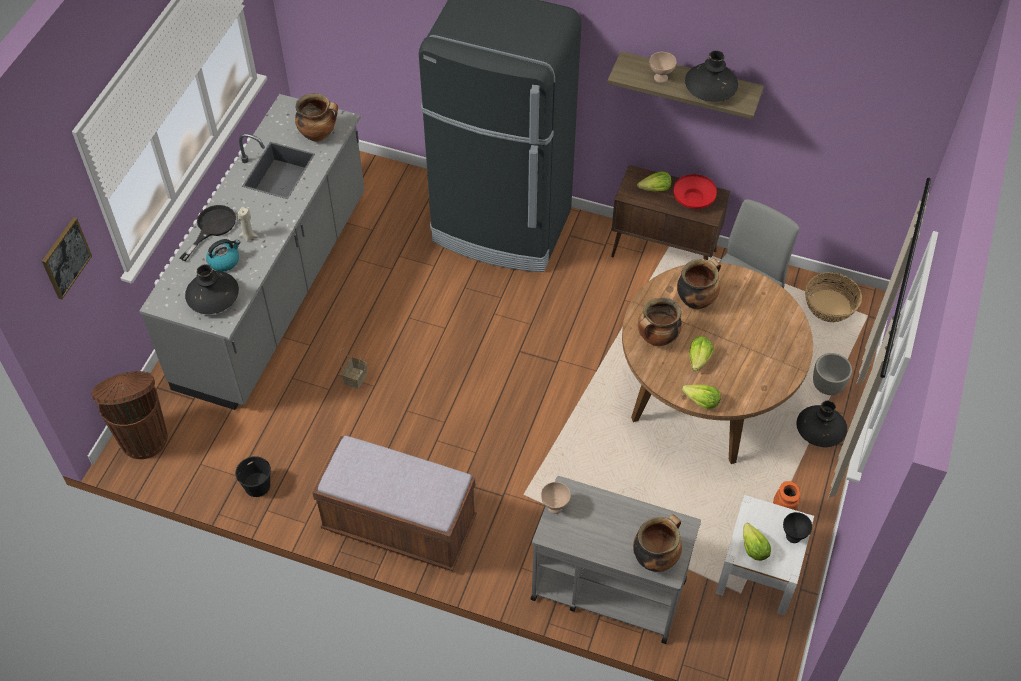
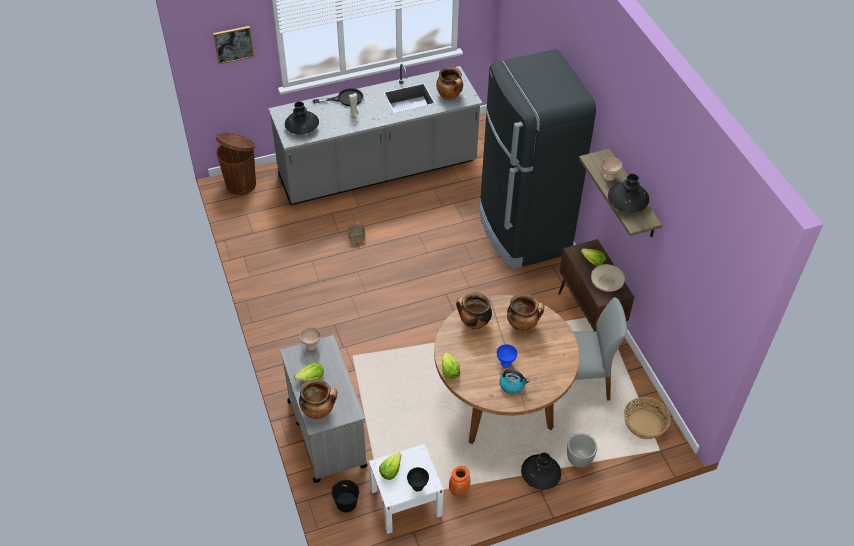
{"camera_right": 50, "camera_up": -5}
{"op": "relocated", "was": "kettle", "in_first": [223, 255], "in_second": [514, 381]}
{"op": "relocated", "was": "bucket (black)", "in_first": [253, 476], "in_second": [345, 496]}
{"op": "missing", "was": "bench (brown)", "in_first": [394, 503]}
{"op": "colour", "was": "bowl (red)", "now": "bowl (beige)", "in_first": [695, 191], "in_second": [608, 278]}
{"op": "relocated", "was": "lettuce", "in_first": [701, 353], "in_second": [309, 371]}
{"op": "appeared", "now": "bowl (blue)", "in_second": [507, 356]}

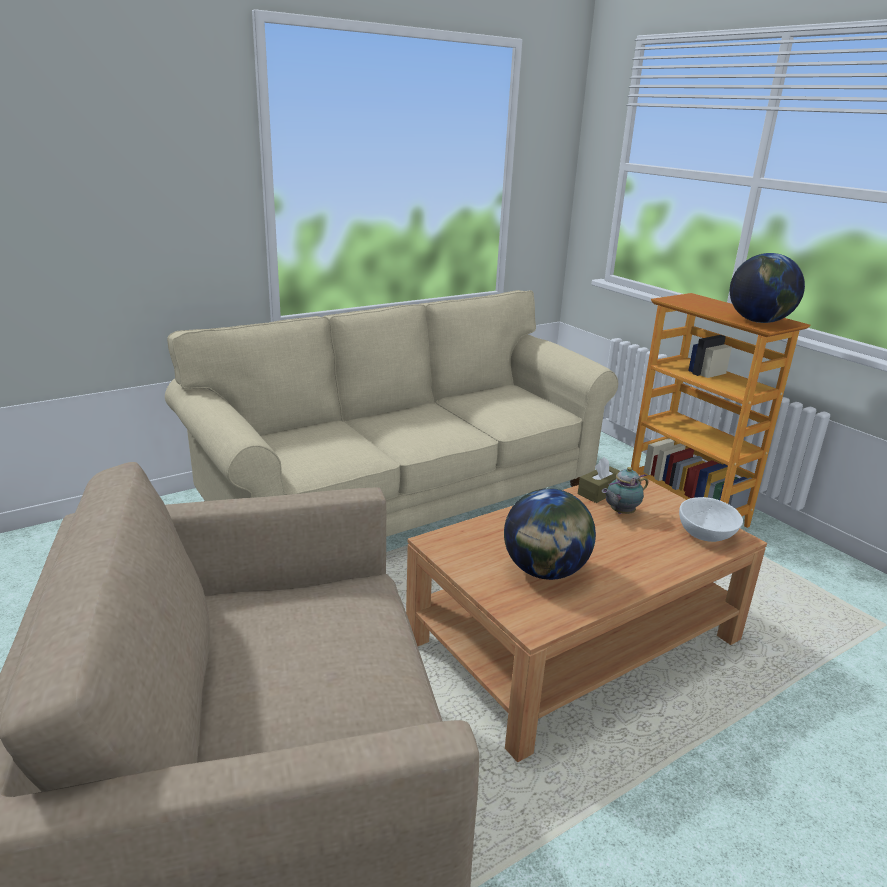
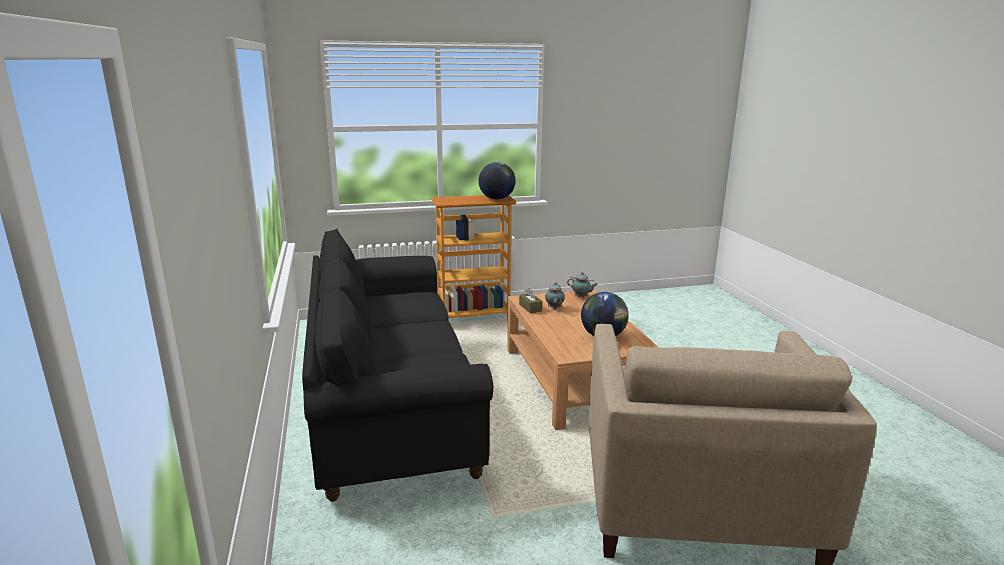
{"camera_right": -70, "camera_up": -5}
{"op": "colour", "was": "sofa (beige)", "now": "sofa (black)", "in_first": [391, 413], "in_second": [397, 365]}
{"op": "exchanged", "was": "bowl (white)", "now": "teapot", "in_first": [711, 519], "in_second": [582, 285]}

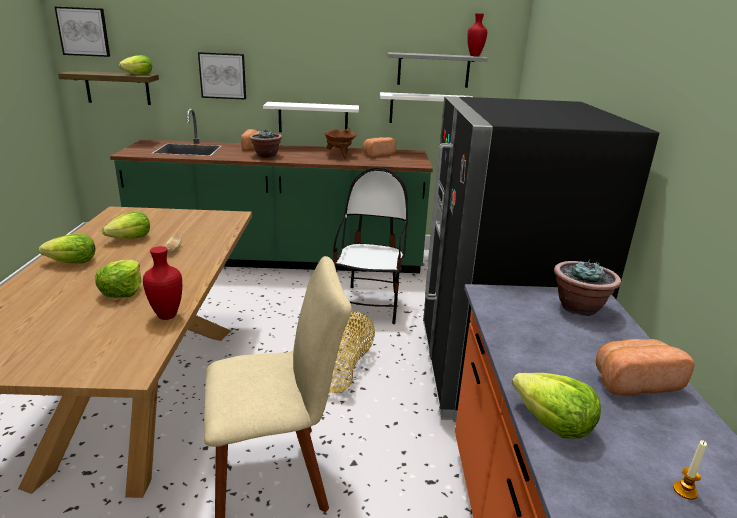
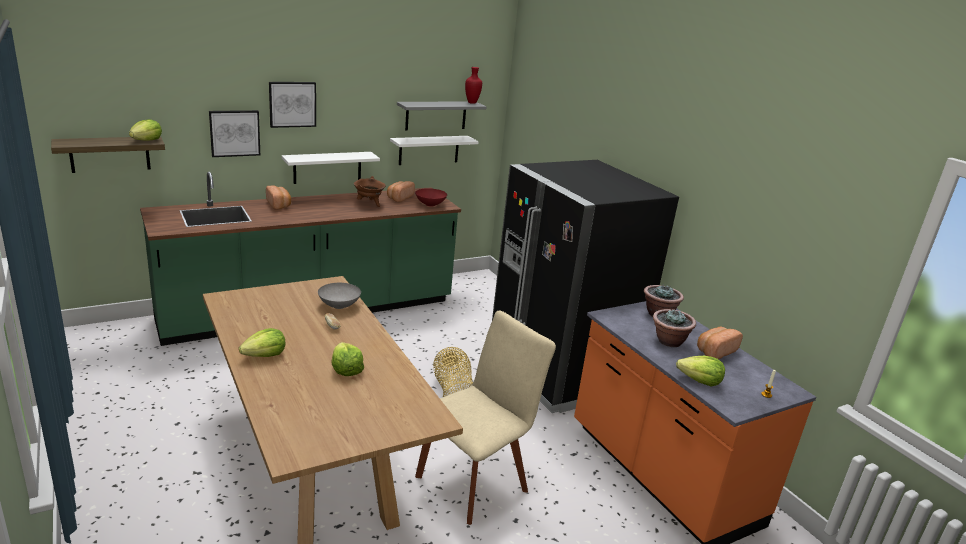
{"camera_right": -30, "camera_up": 0}
{"op": "relocated", "was": "picture", "in_first": [82, 32], "in_second": [292, 105]}
{"op": "missing", "was": "lettuce", "in_first": [126, 225]}
{"op": "missing", "was": "vase (red)", "in_first": [162, 283]}
{"op": "relocated", "was": "potted plant", "in_first": [265, 143], "in_second": [674, 328]}
{"op": "missing", "was": "chair", "in_first": [370, 245]}
{"op": "appeared", "now": "bowl (grey)", "in_second": [339, 296]}
{"op": "appeared", "now": "bowl (red)", "in_second": [431, 197]}

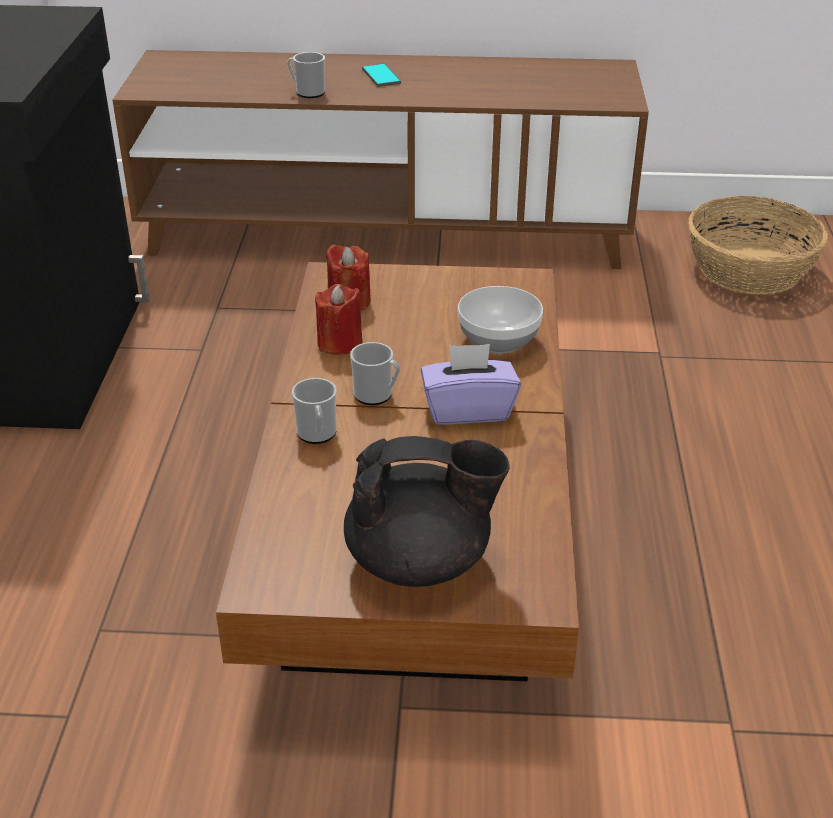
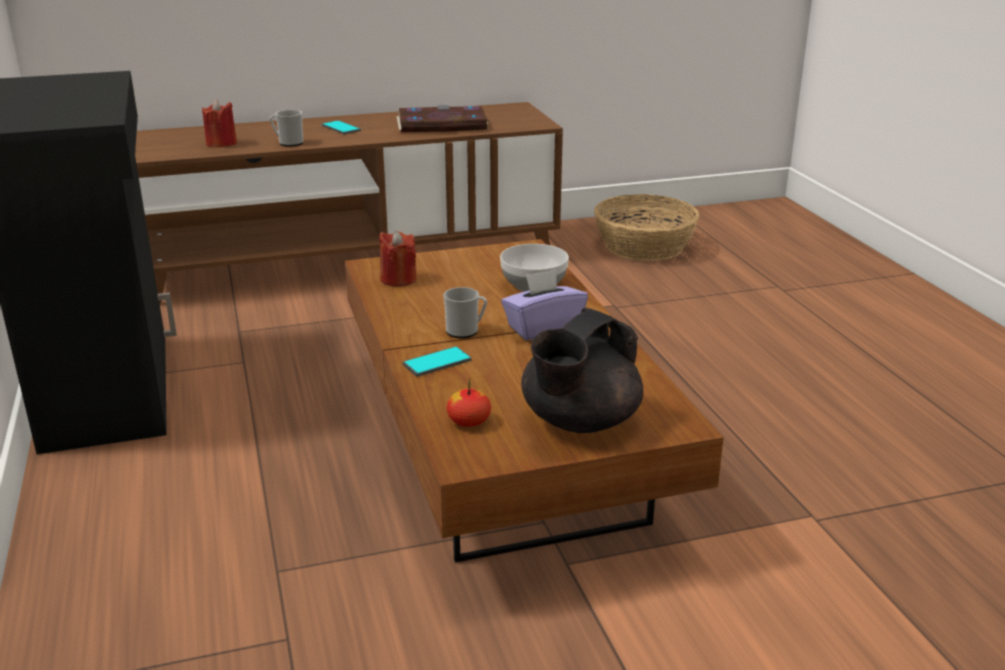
{"camera_right": -20, "camera_up": -10}
{"op": "exchanged", "was": "mug", "now": "phone", "in_first": [314, 411], "in_second": [436, 361]}
{"op": "relocated", "was": "candle (red)", "in_first": [338, 319], "in_second": [219, 123]}
{"op": "spun", "was": "teapot (black)", "in_first": [427, 511], "in_second": [582, 370], "clockwise": 150}
{"op": "appeared", "now": "book", "in_second": [442, 118]}
{"op": "appeared", "now": "apple", "in_second": [469, 402]}

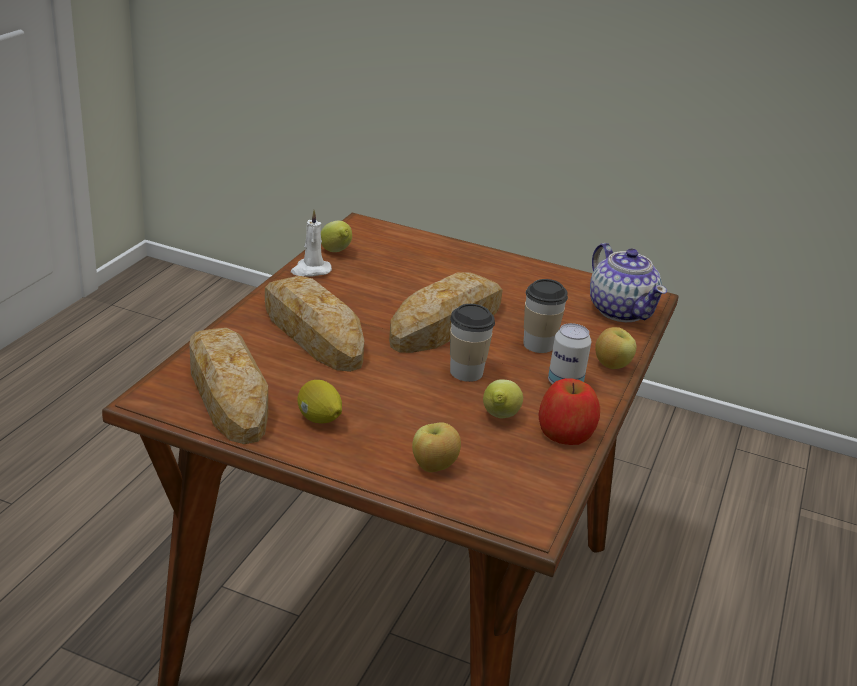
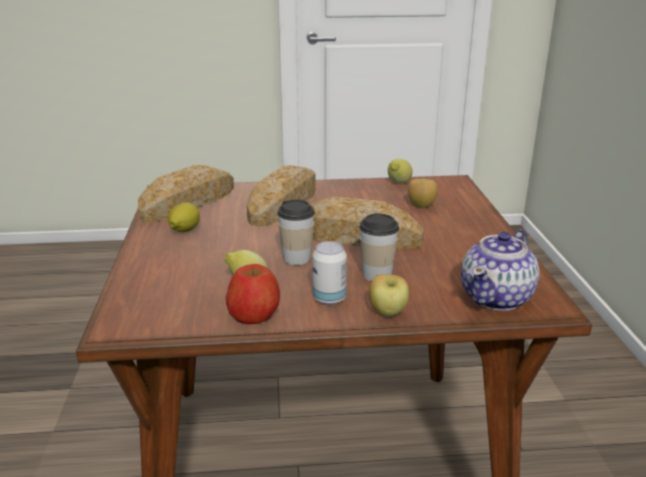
{"camera_right": 65, "camera_up": -5}
{"op": "missing", "was": "candle (white)", "in_first": [311, 243]}
{"op": "relocated", "was": "apple", "in_first": [436, 447], "in_second": [423, 193]}

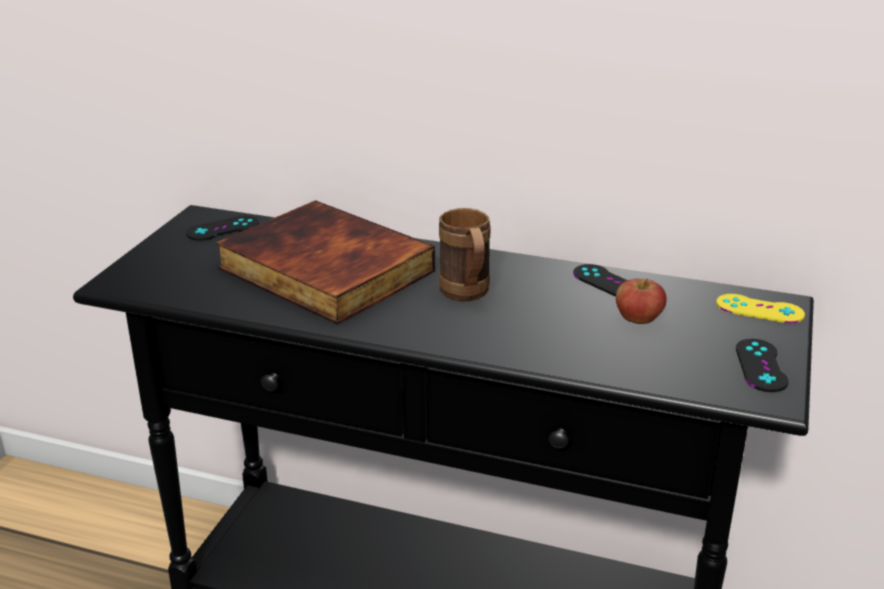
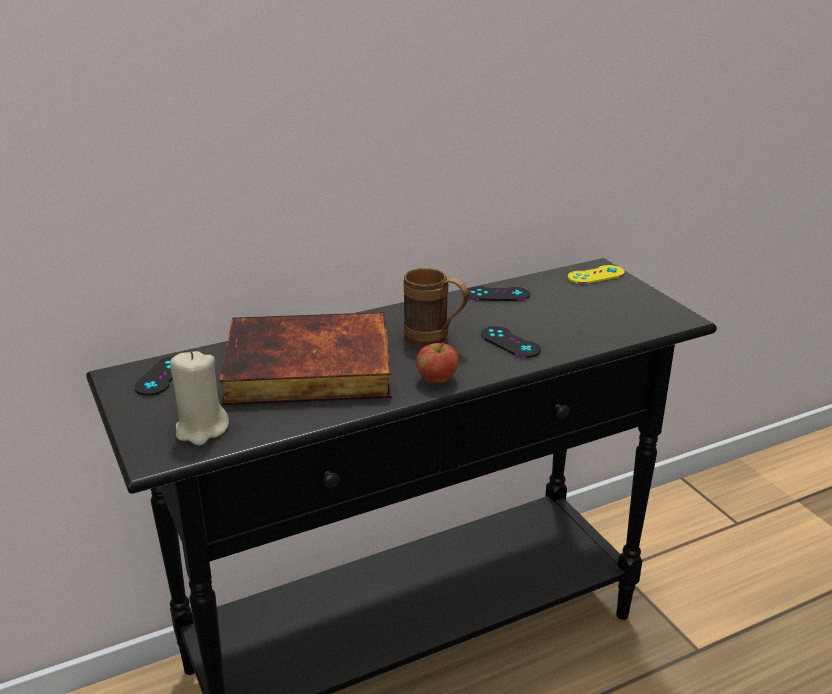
{"camera_right": -45, "camera_up": 0}
{"op": "relocated", "was": "apple", "in_first": [641, 301], "in_second": [437, 363]}
{"op": "relocated", "was": "game controller (black)", "in_first": [762, 365], "in_second": [511, 342]}
{"op": "appeared", "now": "candle (beige)", "in_second": [199, 398]}

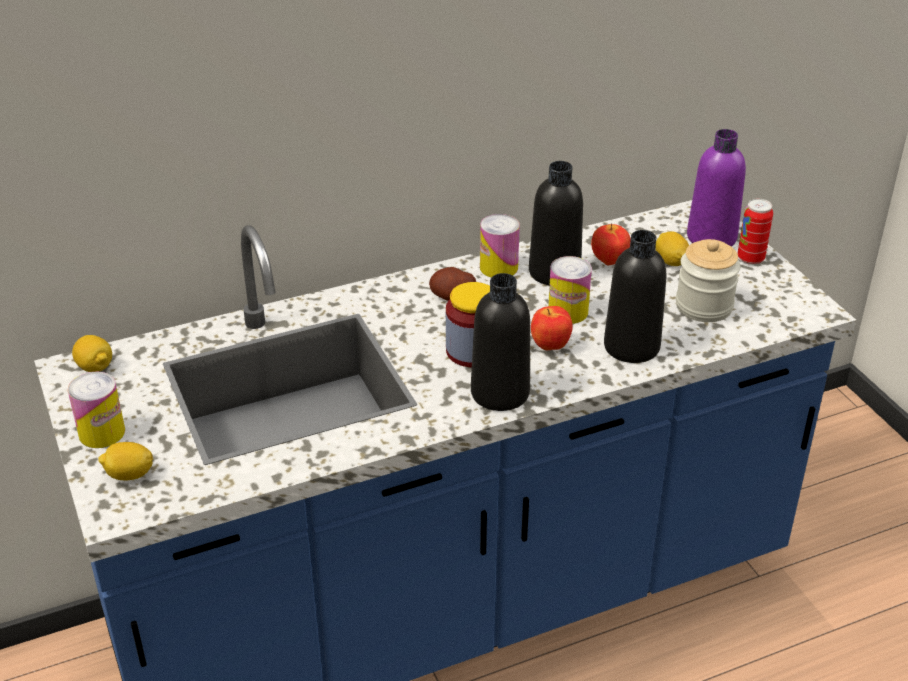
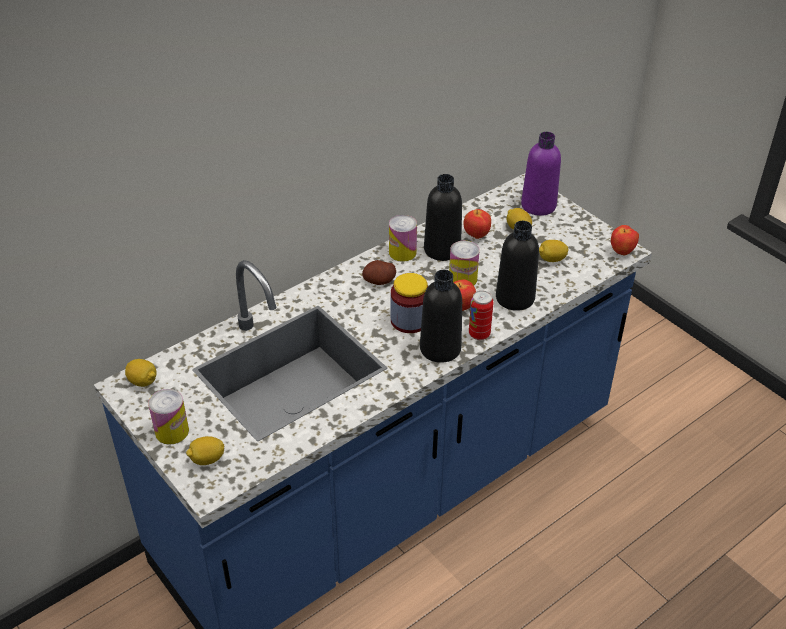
{"camera_right": -15, "camera_up": 5}
{"op": "exchanged", "was": "jar", "now": "lemon", "in_first": [708, 280], "in_second": [553, 251]}
{"op": "relocated", "was": "can", "in_first": [755, 232], "in_second": [481, 315]}
{"op": "appeared", "now": "apple", "in_second": [625, 240]}

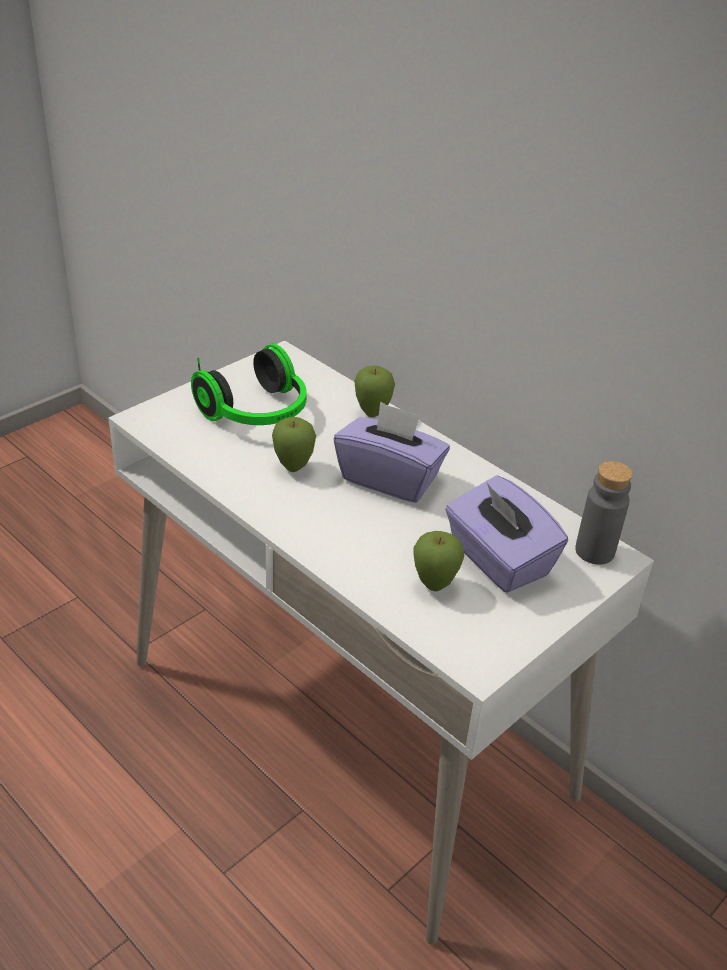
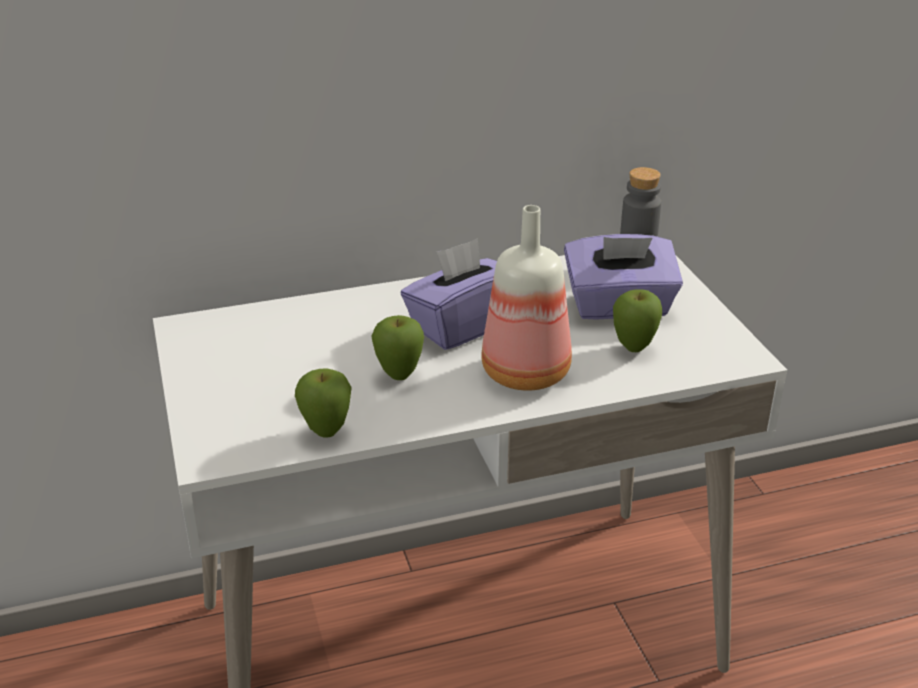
{"camera_right": -60, "camera_up": -5}
{"op": "missing", "was": "headphones", "in_first": [249, 384]}
{"op": "relocated", "was": "apple", "in_first": [374, 391], "in_second": [323, 403]}
{"op": "appeared", "now": "bottle", "in_second": [527, 298]}

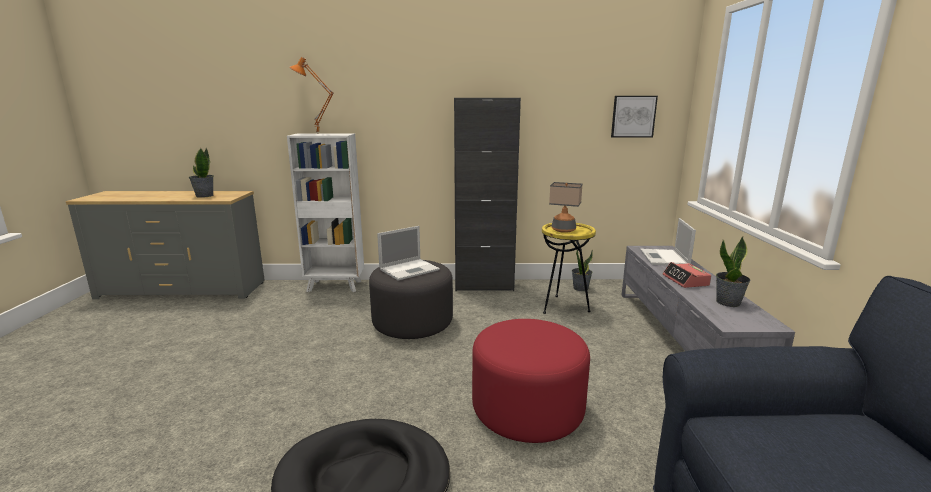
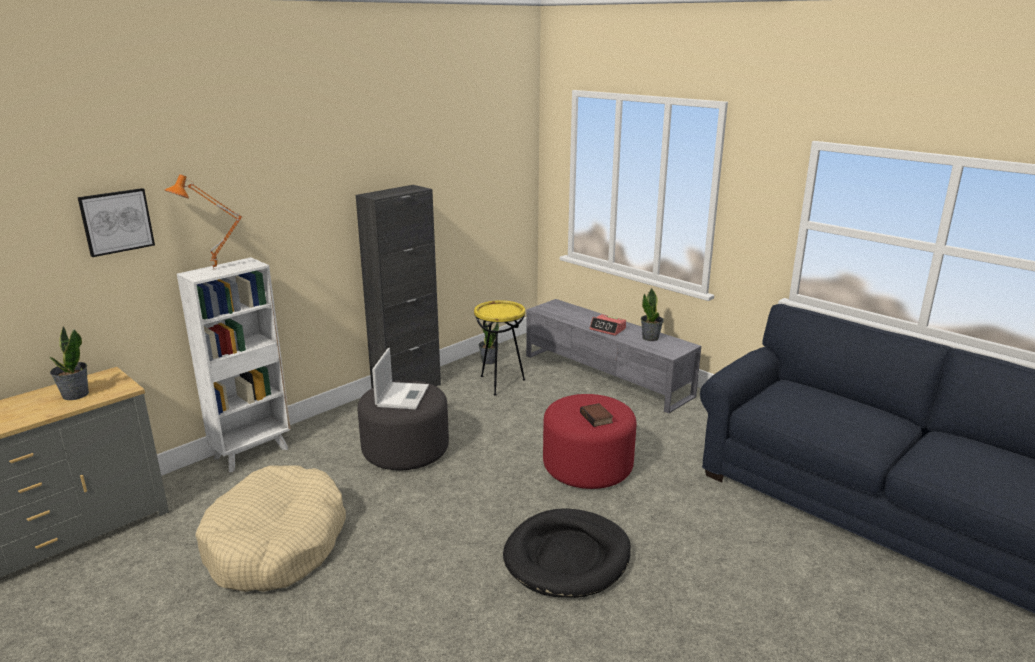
{"camera_right": -45, "camera_up": 5}
{"op": "missing", "was": "table lamp", "in_first": [566, 207]}
{"op": "relocated", "was": "picture", "in_first": [634, 117], "in_second": [116, 222]}
{"op": "missing", "was": "laptop", "in_first": [668, 241]}
{"op": "appeared", "now": "dog bed (beige)", "in_second": [270, 528]}
{"op": "appeared", "now": "book", "in_second": [596, 415]}

